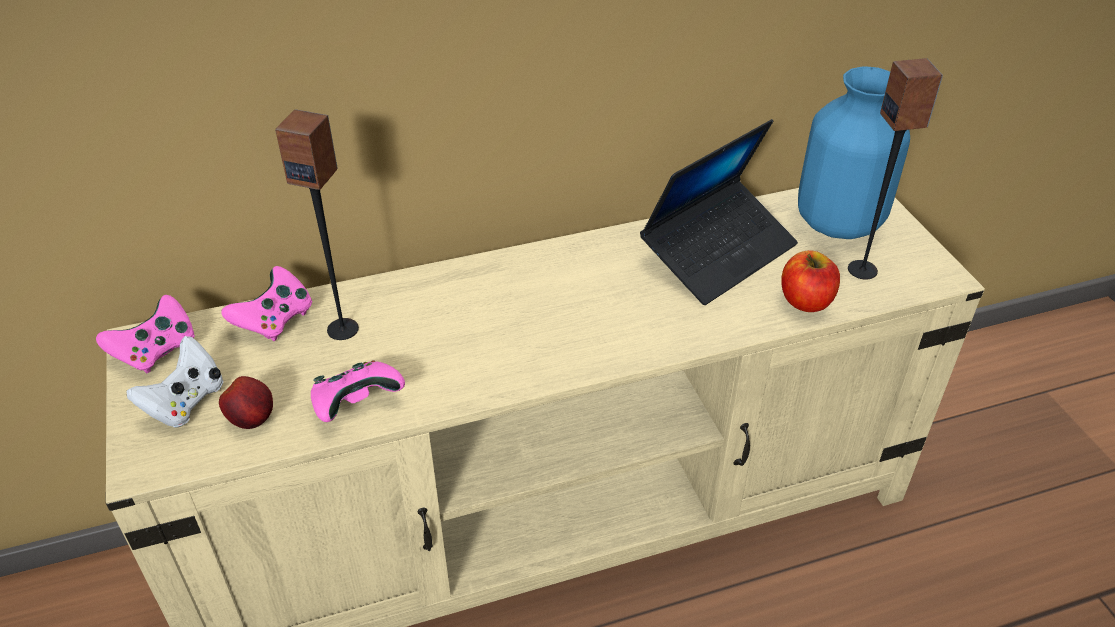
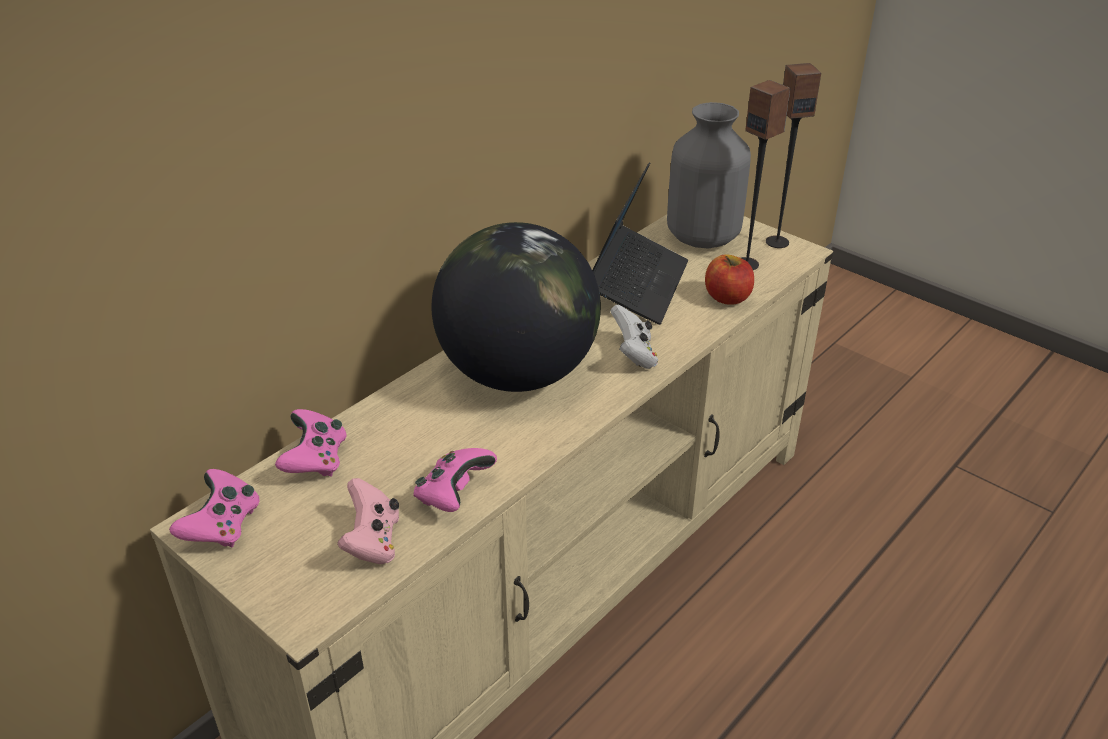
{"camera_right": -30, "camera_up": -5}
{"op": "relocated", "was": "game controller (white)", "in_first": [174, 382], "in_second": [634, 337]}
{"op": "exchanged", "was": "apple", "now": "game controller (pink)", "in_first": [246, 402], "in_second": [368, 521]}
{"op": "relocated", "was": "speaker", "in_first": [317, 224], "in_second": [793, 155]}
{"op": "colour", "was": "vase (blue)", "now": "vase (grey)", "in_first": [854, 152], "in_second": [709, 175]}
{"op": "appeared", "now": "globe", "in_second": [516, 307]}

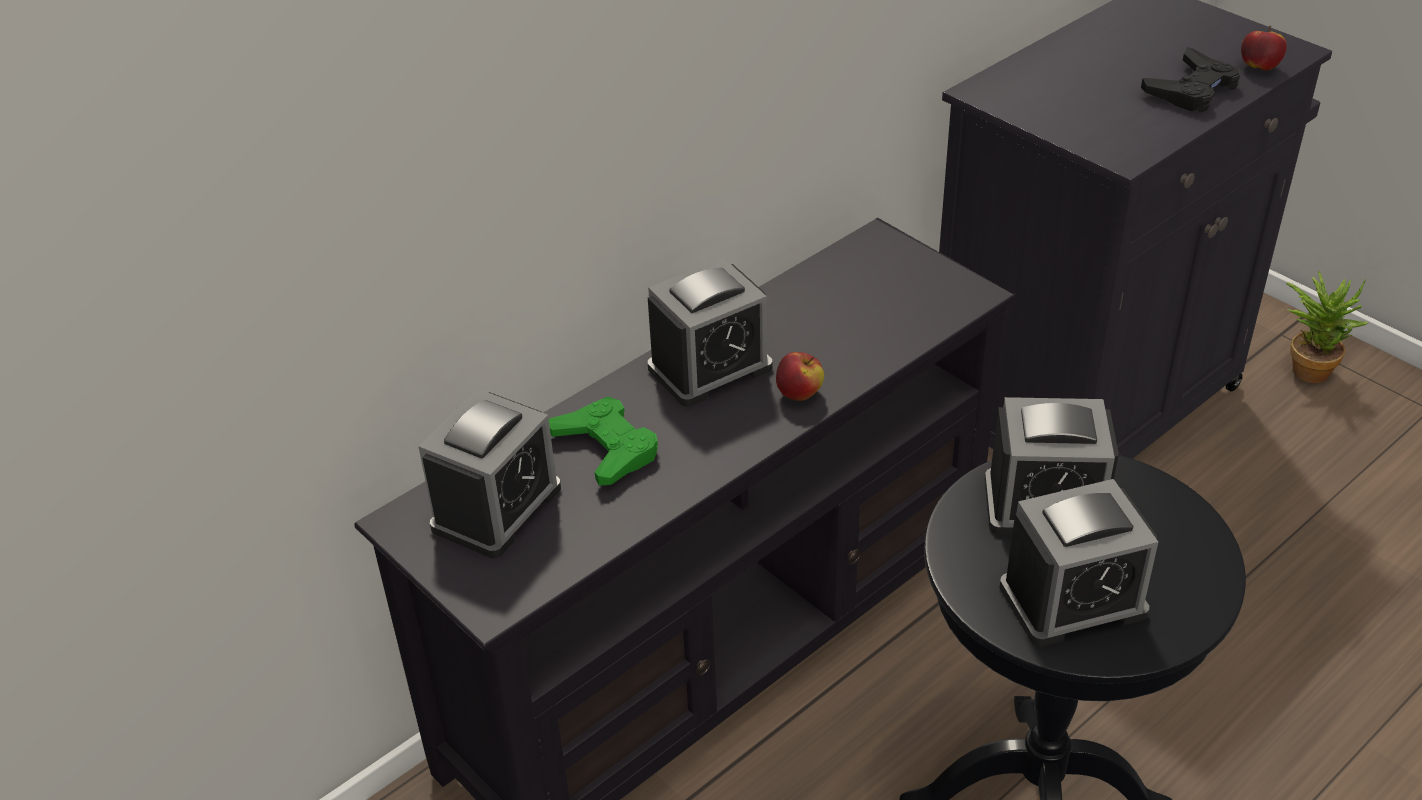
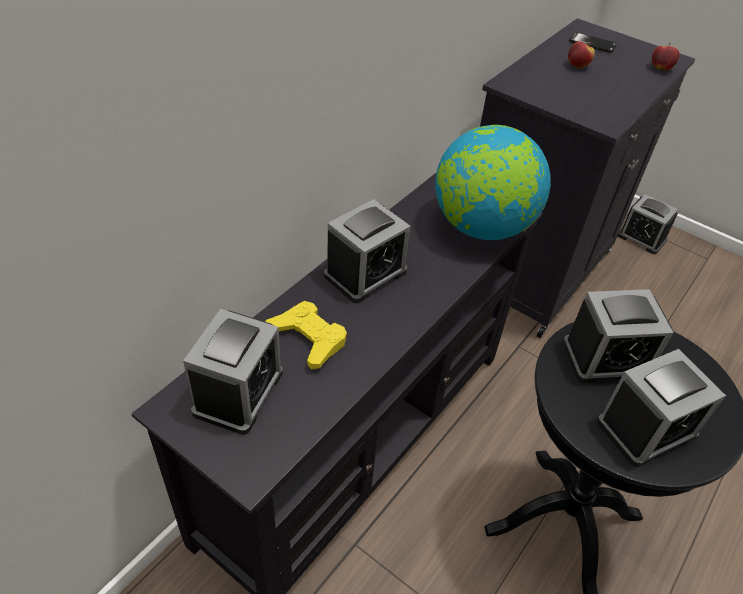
{"camera_right": -15, "camera_up": 5}
{"op": "colour", "was": "game controller (green)", "now": "game controller (yellow)", "in_first": [603, 441], "in_second": [306, 335]}
{"op": "relocated", "was": "apple", "in_first": [800, 376], "in_second": [581, 55]}
{"op": "missing", "was": "game controller (black)", "in_first": [1191, 80]}
{"op": "exchanged", "was": "potted plant", "now": "alarm clock", "in_first": [1327, 326], "in_second": [648, 224]}
{"op": "appeared", "now": "globe", "in_second": [493, 182]}
{"op": "appeared", "now": "phone", "in_second": [593, 42]}

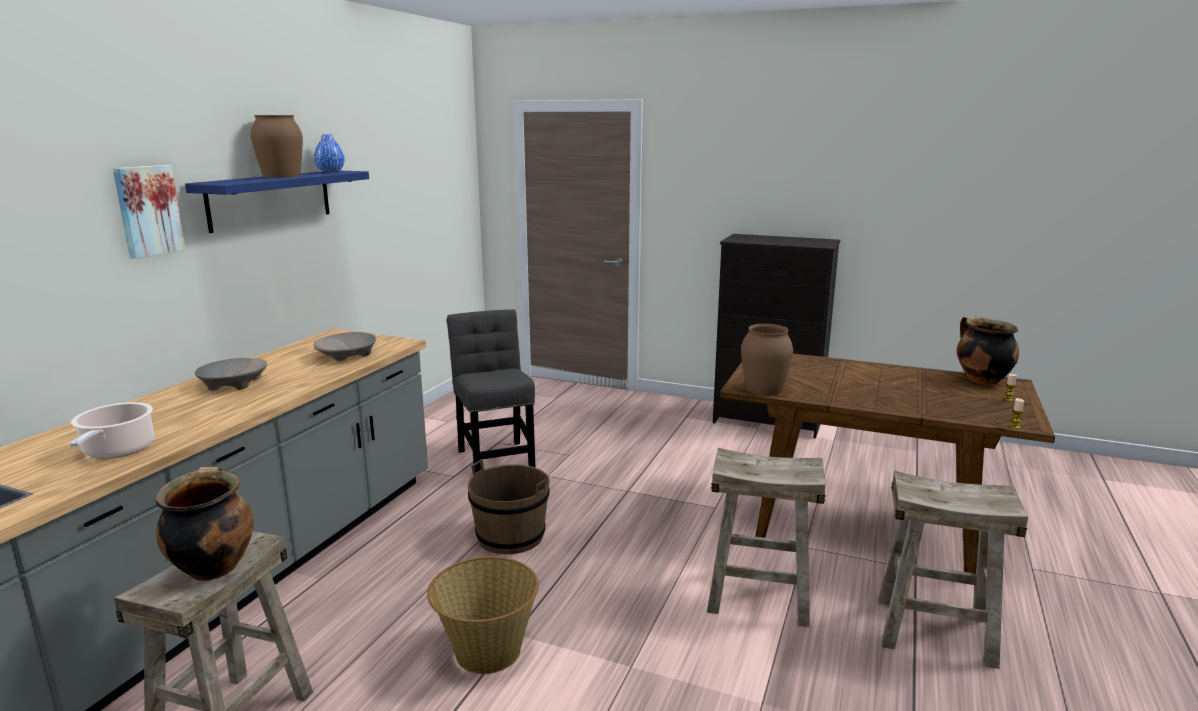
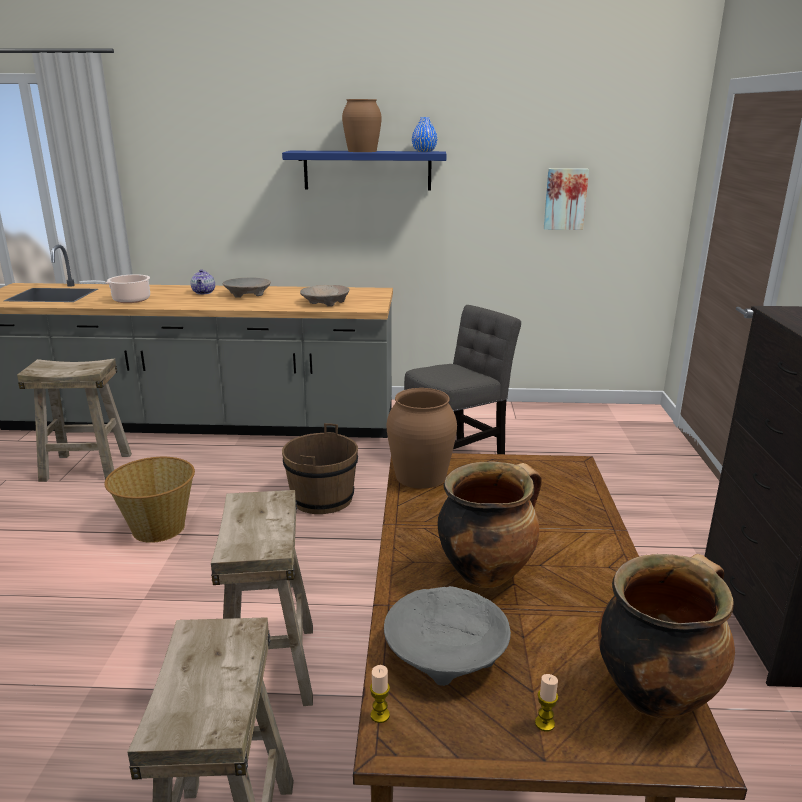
{"camera_right": 70, "camera_up": 5}
{"op": "relocated", "was": "picture", "in_first": [149, 212], "in_second": [566, 199]}
{"op": "relocated", "was": "cooking pot", "in_first": [204, 524], "in_second": [489, 524]}
{"op": "appeared", "now": "teapot", "in_second": [203, 281]}
{"op": "appeared", "now": "bowl (grey)", "in_second": [447, 636]}

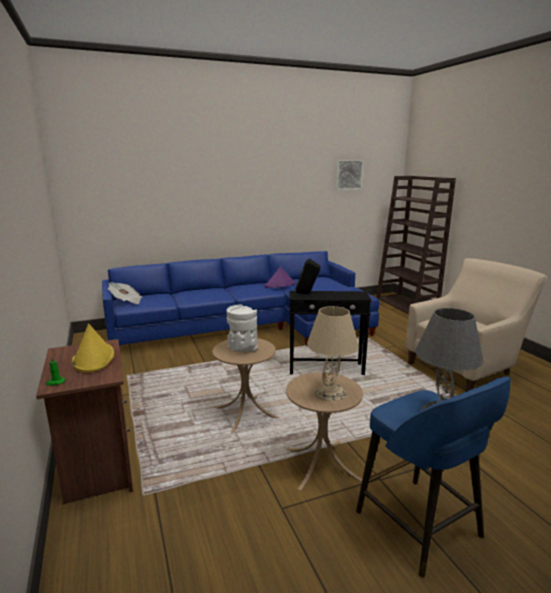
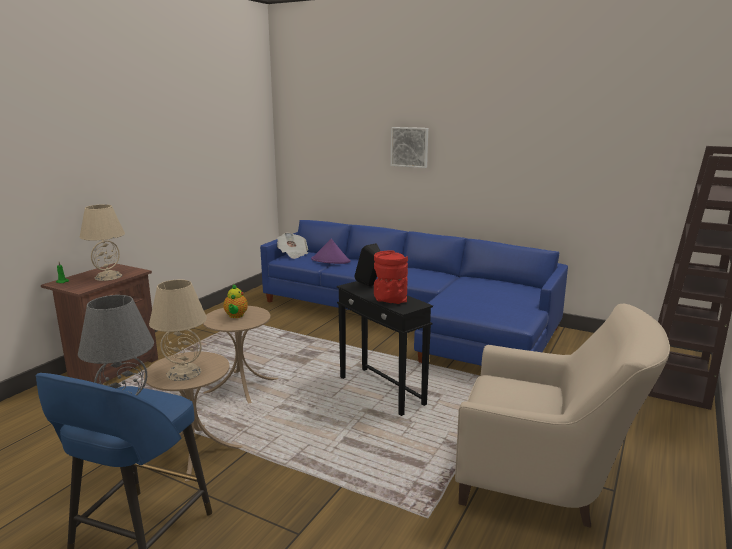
{"camera_right": 50, "camera_up": 0}
{"op": "exchanged", "was": "hat (yellow)", "now": "table lamp (beige)", "in_first": [93, 348], "in_second": [102, 242]}
{"op": "exchanged", "was": "vase (white)", "now": "teapot", "in_first": [242, 328], "in_second": [235, 301]}
{"op": "relocated", "was": "hat (purple)", "in_first": [280, 277], "in_second": [330, 251]}
{"op": "relocated", "was": "picture", "in_first": [349, 175], "in_second": [409, 147]}
{"op": "appeared", "now": "vase (red)", "in_second": [391, 277]}

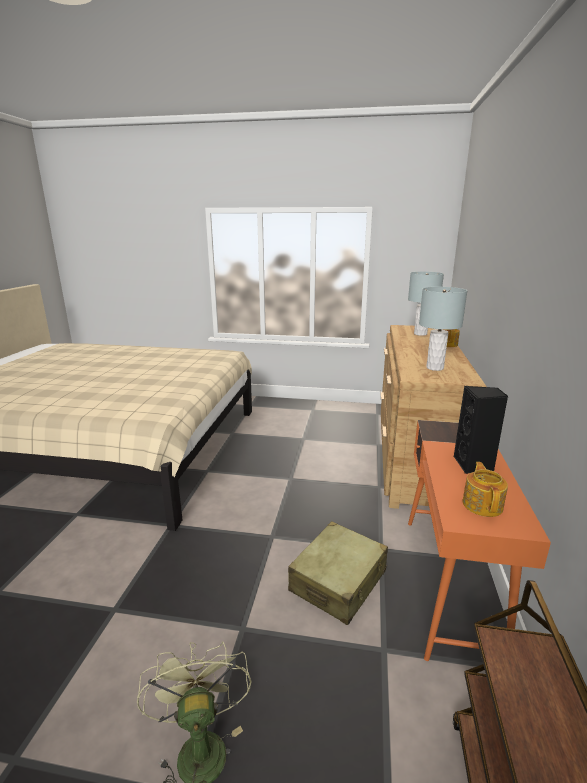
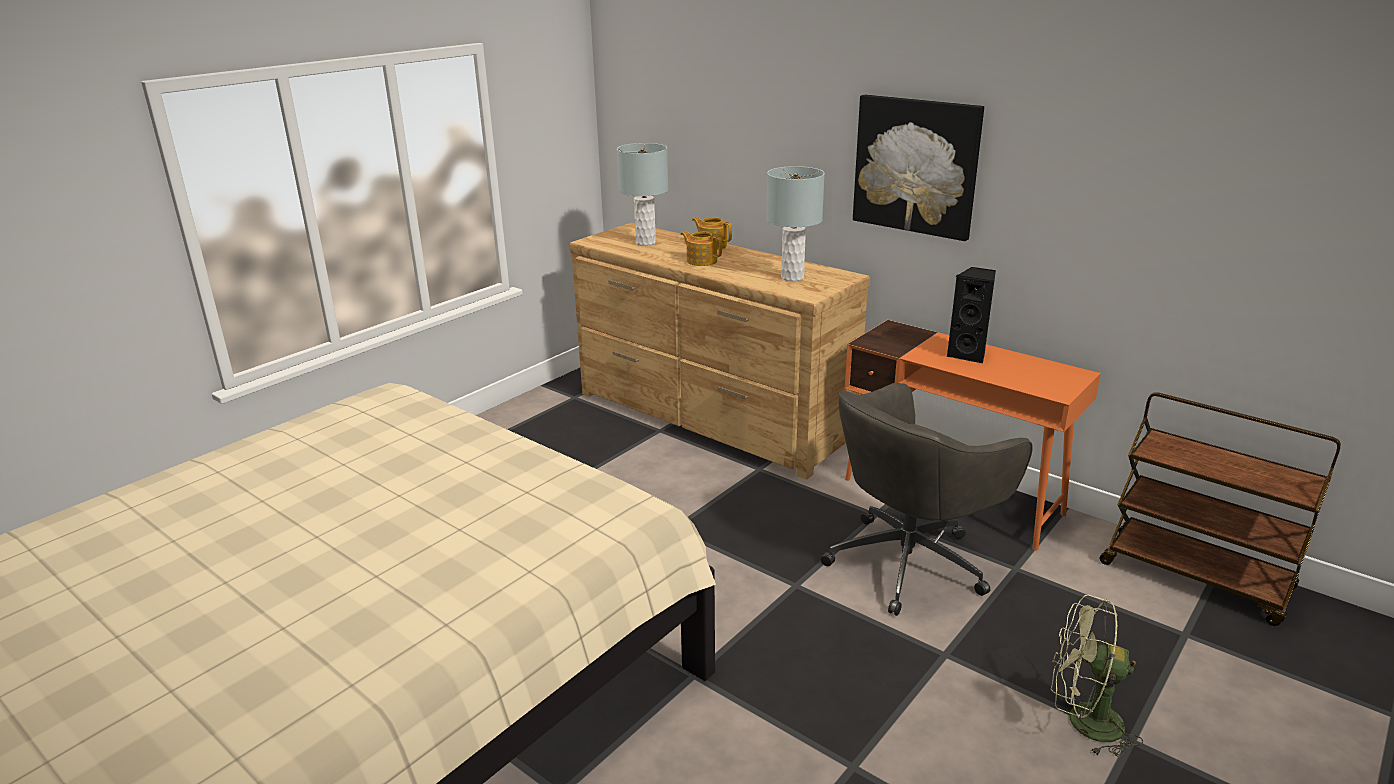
{"camera_right": -60, "camera_up": 5}
{"op": "exchanged", "was": "suitcase (beige)", "now": "office chair (grey)", "in_first": [338, 573], "in_second": [926, 499]}
{"op": "relocated", "was": "teapot", "in_first": [485, 489], "in_second": [701, 248]}
{"op": "appeared", "now": "picture", "in_second": [918, 168]}

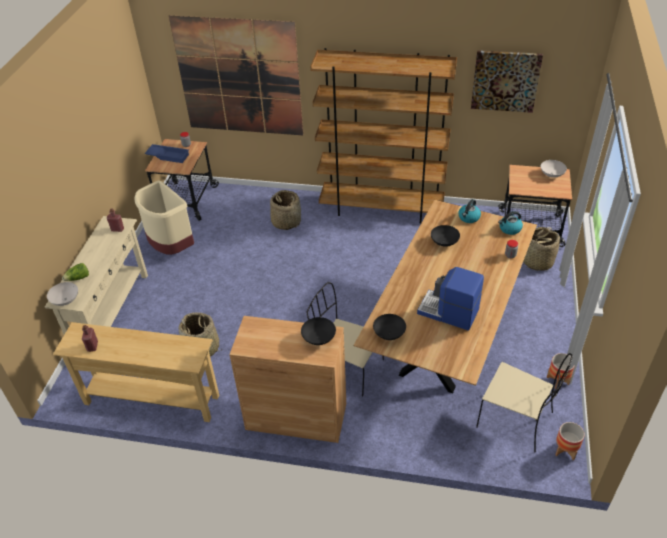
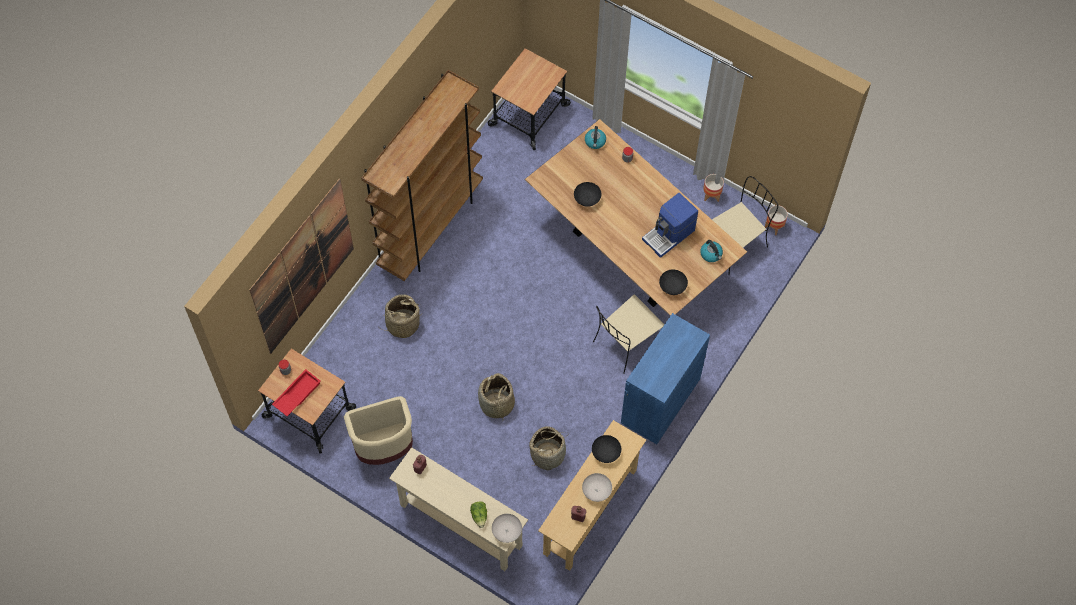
{"camera_right": -70, "camera_up": 20}
{"op": "colour", "was": "tray (blue)", "now": "tray (red)", "in_first": [167, 153], "in_second": [296, 392]}
{"op": "colour", "was": "cabinet (brown)", "now": "cabinet (blue)", "in_first": [287, 379], "in_second": [665, 378]}
{"op": "relocated", "was": "bowl (black)", "in_first": [318, 331], "in_second": [606, 449]}
{"op": "relocated", "was": "kettle", "in_first": [469, 211], "in_second": [711, 251]}
{"op": "missing", "was": "picture", "in_first": [507, 81]}
{"op": "relocated", "was": "basket", "in_first": [541, 249], "in_second": [496, 395]}
{"op": "relocated", "was": "bowl (white)", "in_first": [554, 169], "in_second": [597, 487]}

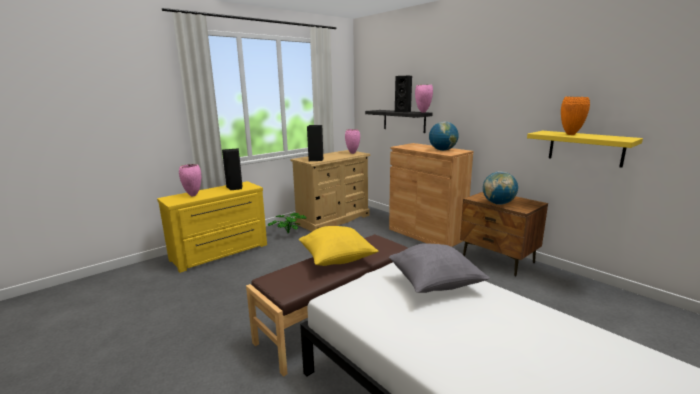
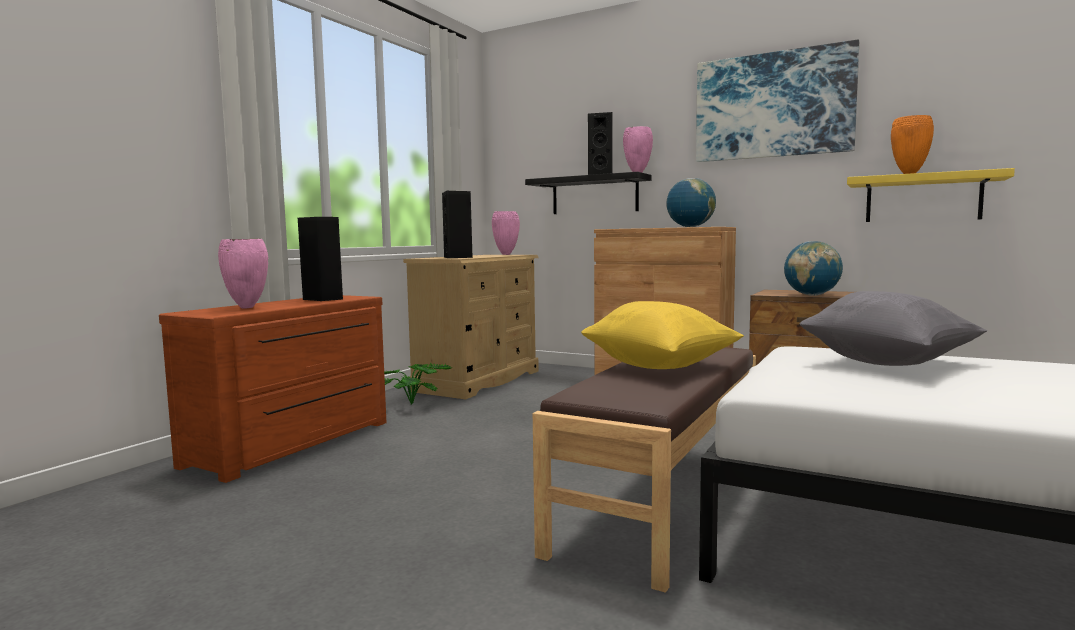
{"camera_right": -20, "camera_up": -10}
{"op": "colour", "was": "dresser (yellow)", "now": "dresser (brown)", "in_first": [212, 227], "in_second": [273, 389]}
{"op": "appeared", "now": "picture", "in_second": [777, 100]}

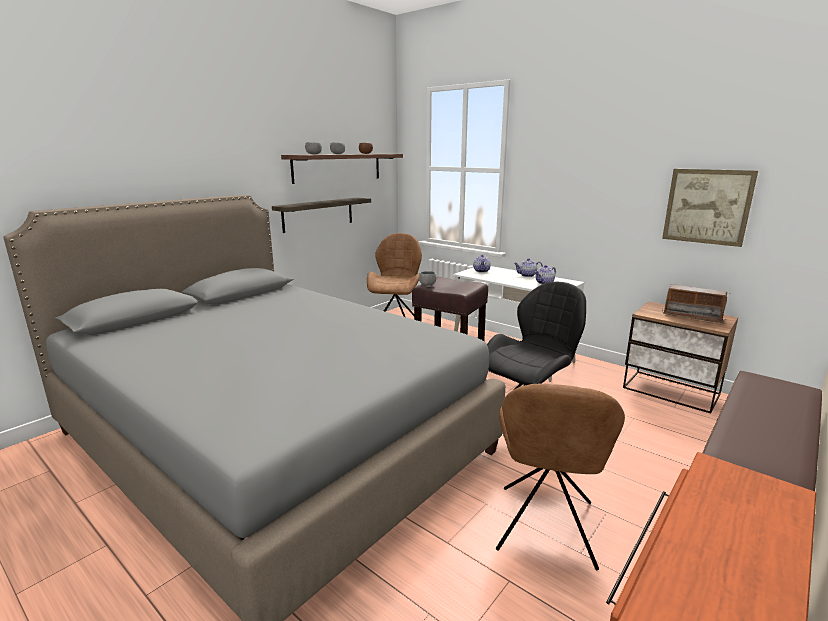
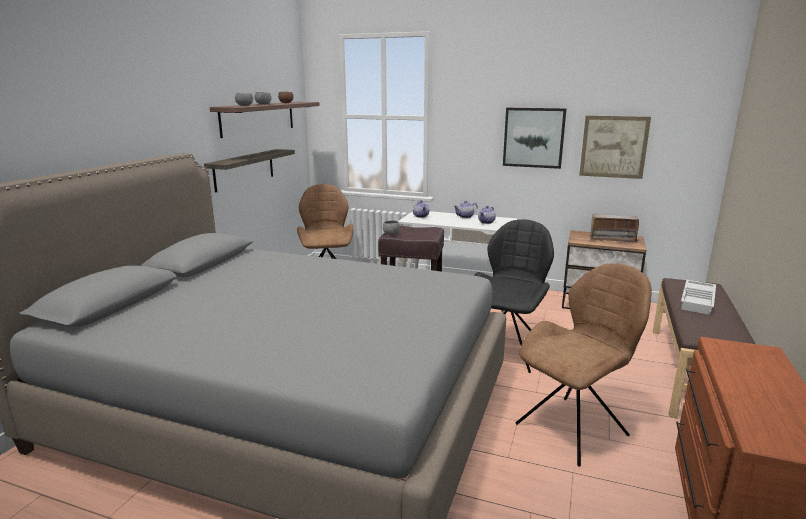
{"camera_right": -20, "camera_up": 0}
{"op": "spun", "was": "chair (brown)", "in_first": [560, 477], "in_second": [584, 365], "clockwise": -120}
{"op": "appeared", "now": "picture", "in_second": [535, 138]}
{"op": "appeared", "now": "tray (white)", "in_second": [698, 297]}

